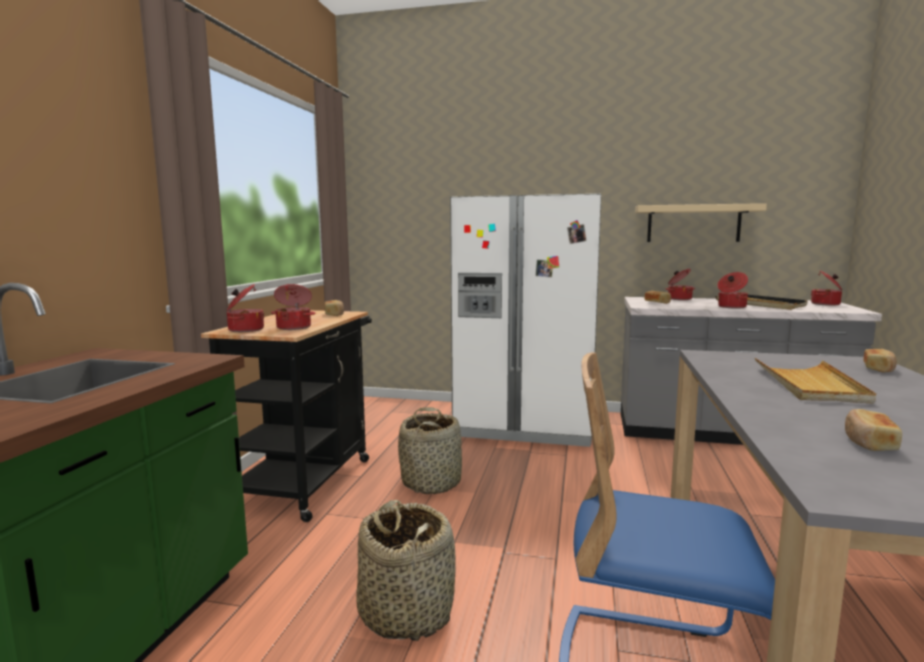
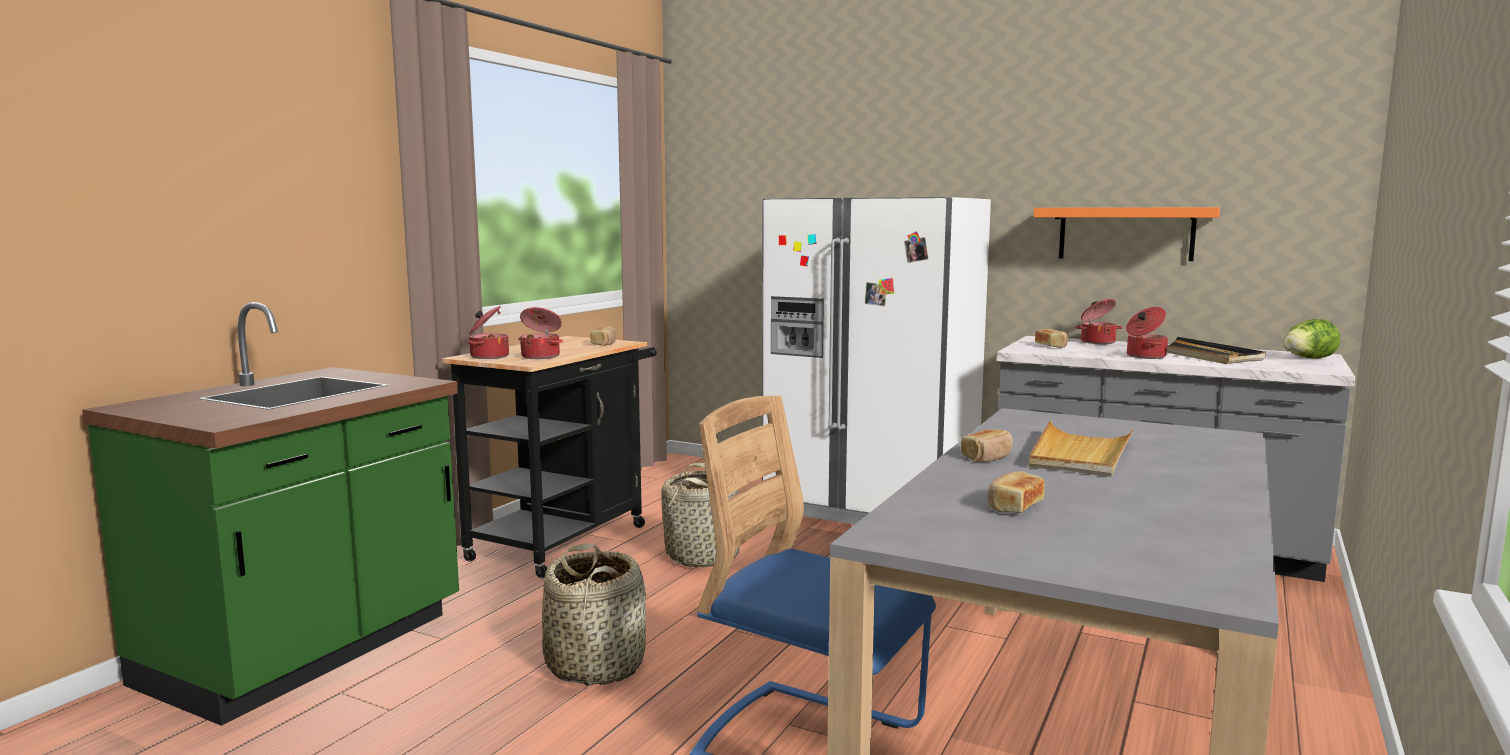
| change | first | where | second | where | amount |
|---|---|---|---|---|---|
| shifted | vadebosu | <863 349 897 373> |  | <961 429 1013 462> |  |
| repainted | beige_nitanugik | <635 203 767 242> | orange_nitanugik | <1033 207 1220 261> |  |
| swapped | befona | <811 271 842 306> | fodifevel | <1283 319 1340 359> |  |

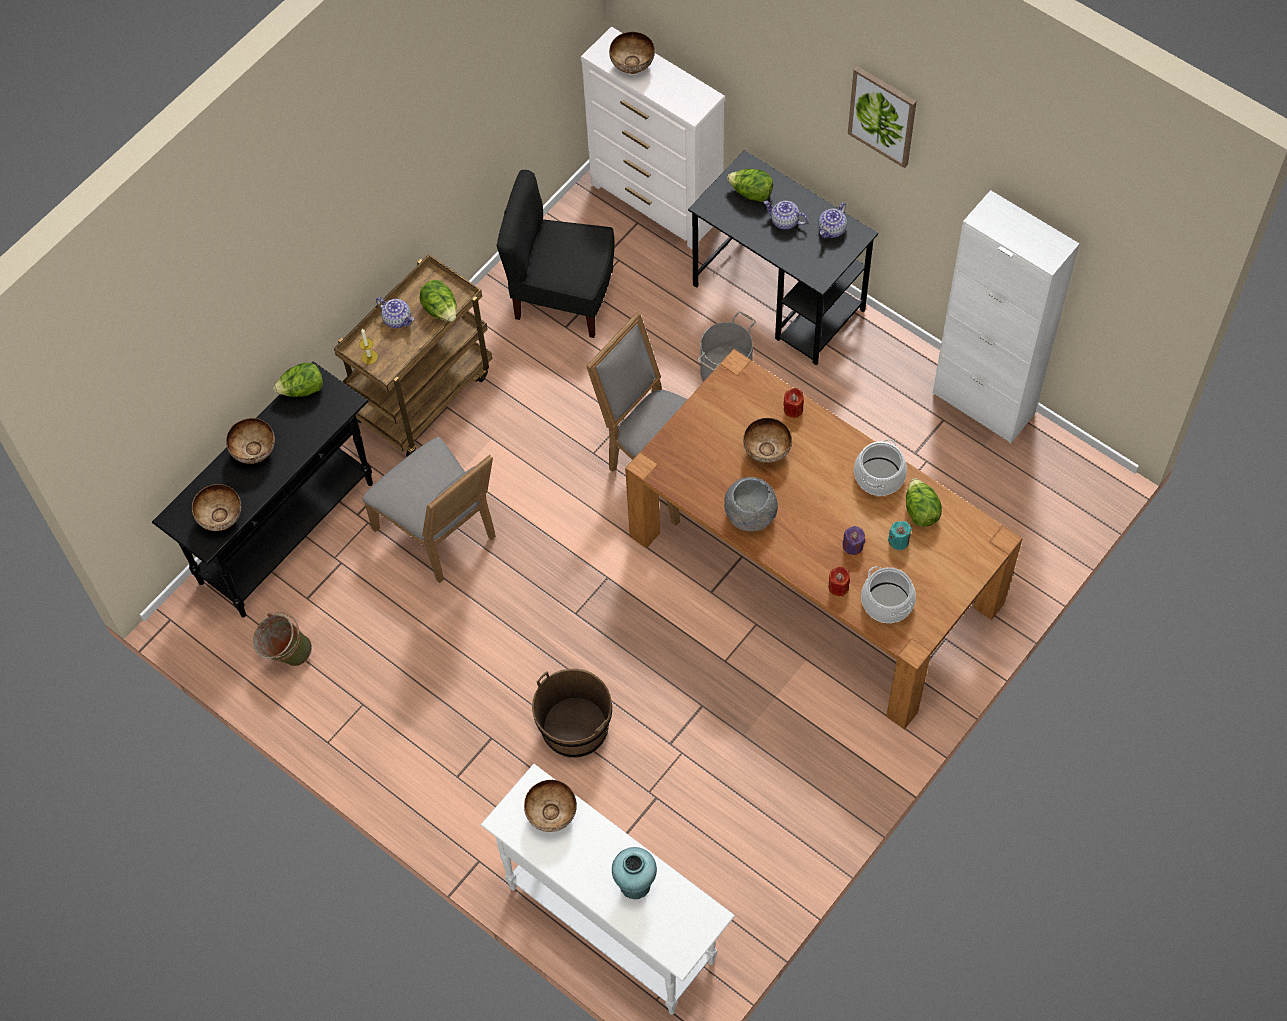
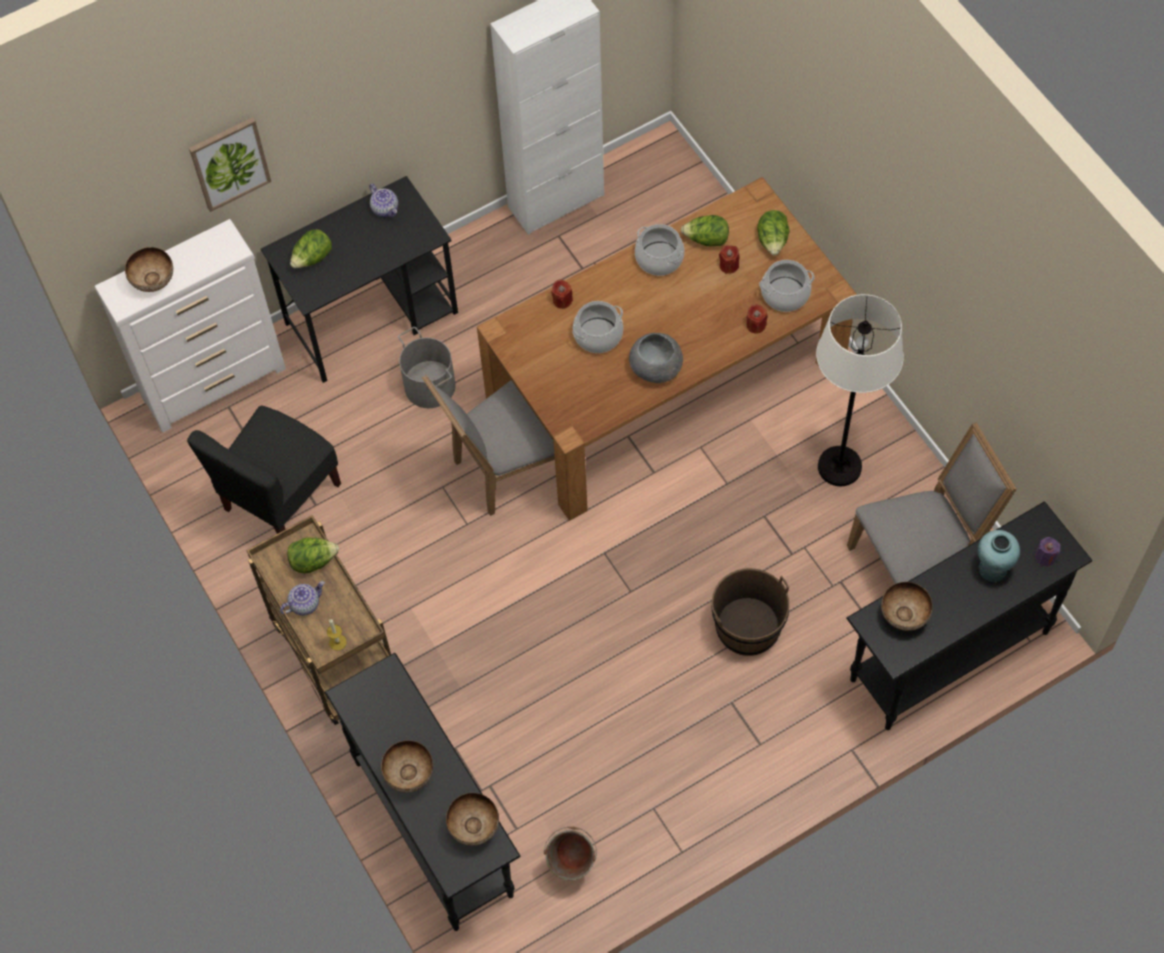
| change | first | where | second | where | amount |
|---|---|---|---|---|---|
| shifted | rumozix | <848 66 917 168> |  | <189 117 271 212> |  |
| swapped | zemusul | <743 418 792 463> | befona | <572 301 623 353> |  |
| repainted | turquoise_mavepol | <888 521 912 551> | red_mavepol | <719 245 739 274> |  |
| shifted | fodifevel | <273 363 323 397> |  | <757 210 790 255> |  |
| new |  |  | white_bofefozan | <816 294 904 486> |  |
| repainted | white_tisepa | <481 764 735 1015> | black_tisepa | <846 501 1092 730> |  |
| shifted | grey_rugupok | <362 437 496 583> |  | <847 422 1017 584> |  |
| shifted | purple_mavepol | <843 526 865 555> |  | <1035 537 1061 566> |  |
| gone | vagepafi | <763 201 808 230> |  |  |  |

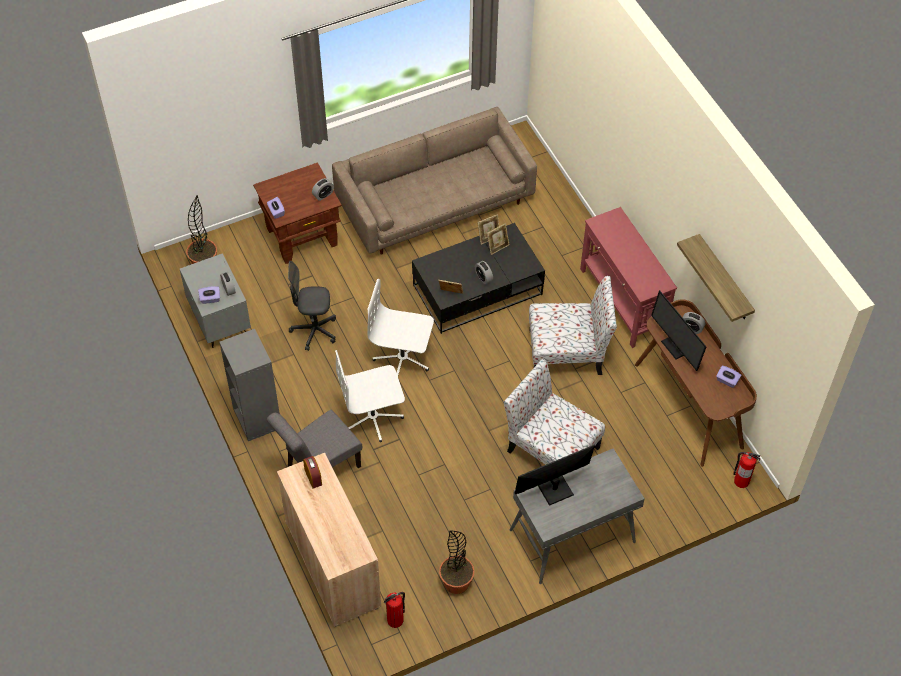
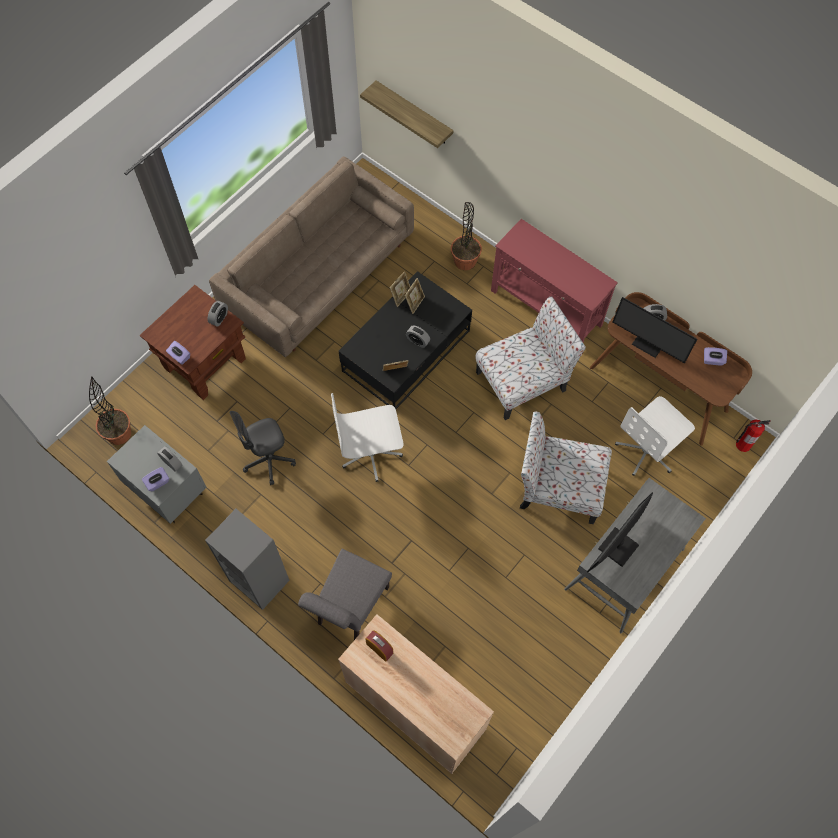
| change | first | where | second | where | amount |
|---|---|---|---|---|---|
| shifted | nitanugik | <677 234 755 322> |  | <360 80 454 148> |  |
| shifted | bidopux | <439 530 475 594> |  | <451 202 482 270> |  |
| shifted | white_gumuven | <335 350 405 442> |  | <615 396 695 476> |  |
| gone | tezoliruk | <384 592 405 628> |  |  |  |

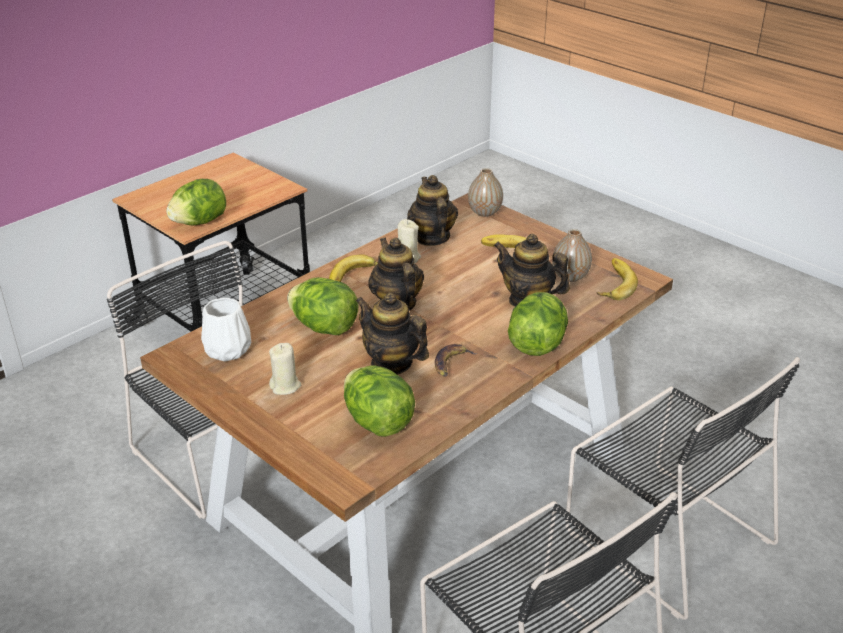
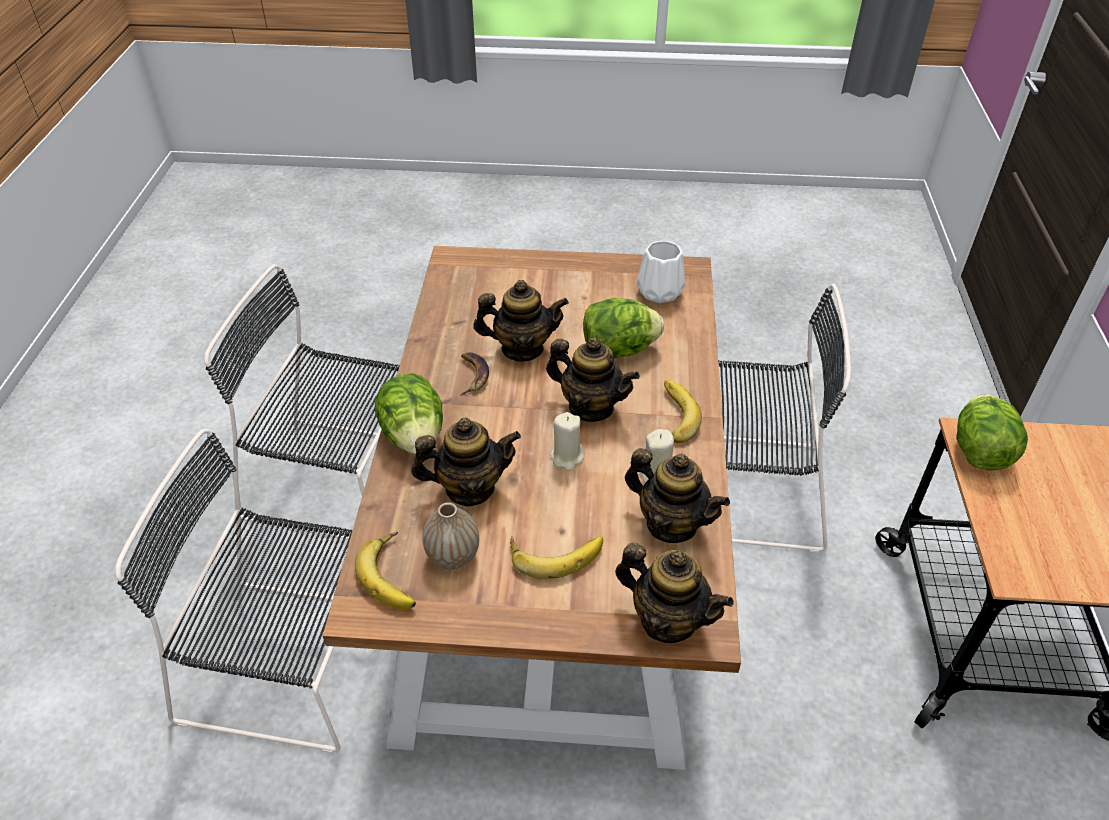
| change | first | where | second | where | amount |
|---|---|---|---|---|---|
| shifted | beige_mavepol | <269 343 301 395> |  | <551 412 584 470> |  |
| swapped | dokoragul | <468 168 503 217> | vagepafi | <615 543 734 643> |  |
| gone | fodifevel | <344 365 415 437> |  |  |  |

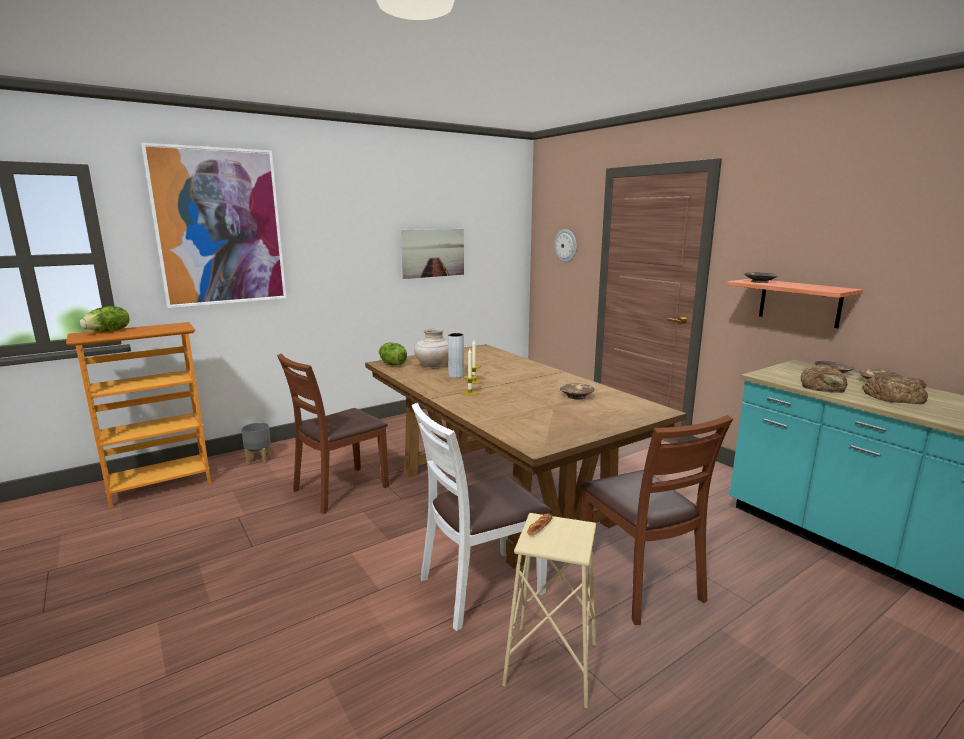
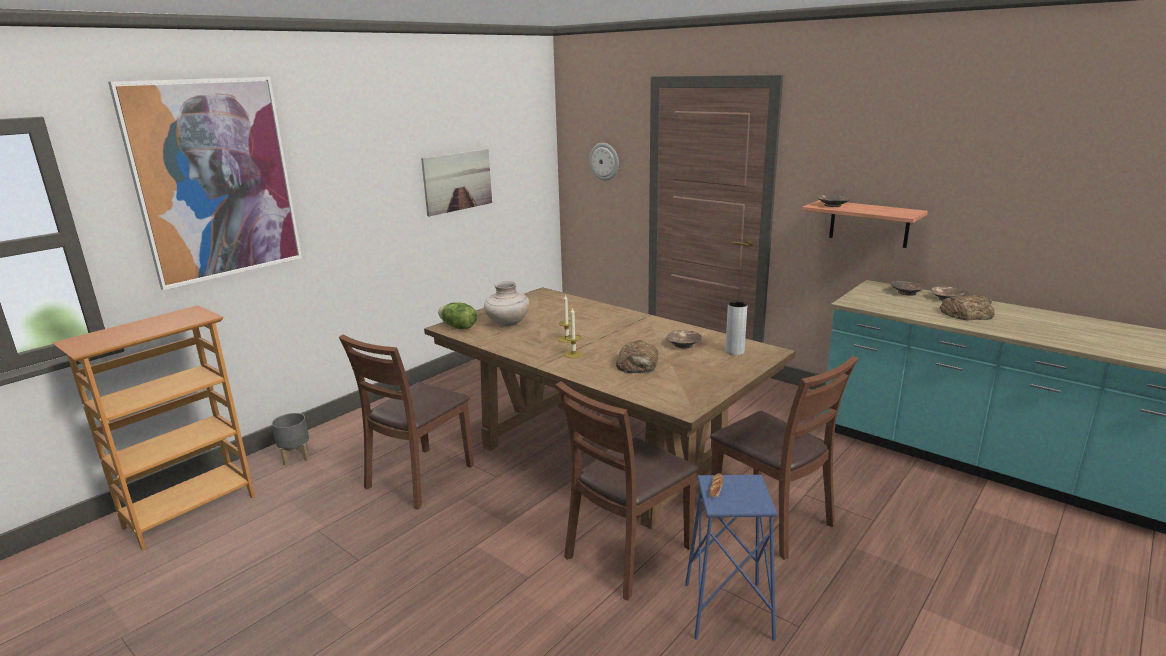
| change | first | where | second | where | amount |
|---|---|---|---|---|---|
| repainted | white_rugupok | <412 403 552 631> | brown_rugupok | <556 381 699 600> |  |
| shifted | vadebosu | <801 364 847 393> |  | <616 340 658 373> |  |
| repainted | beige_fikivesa | <502 513 596 708> | blue_fikivesa | <685 475 777 641> |  |
| shifted | grey_dokoragul | <448 333 464 378> |  | <725 301 747 355> |  |
| gone | fodifevel | <80 306 130 332> |  |  |  |

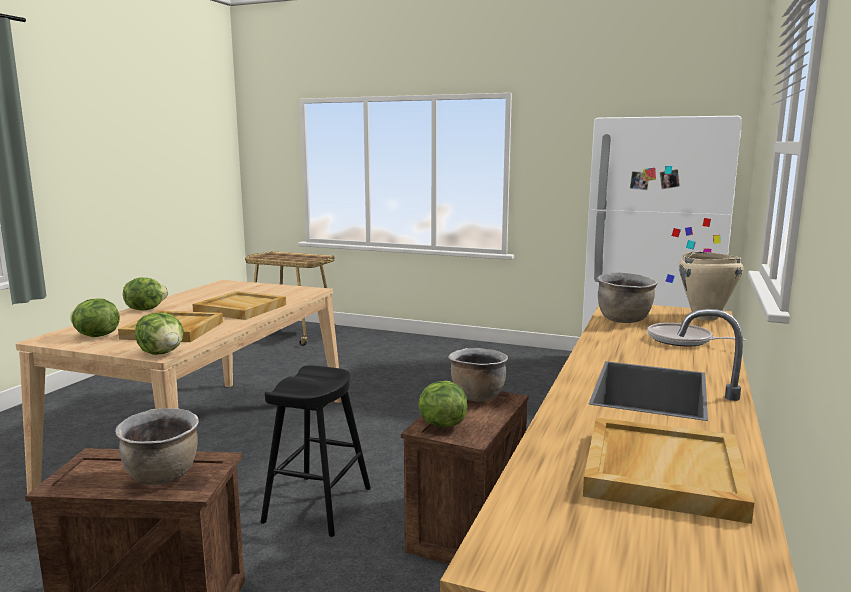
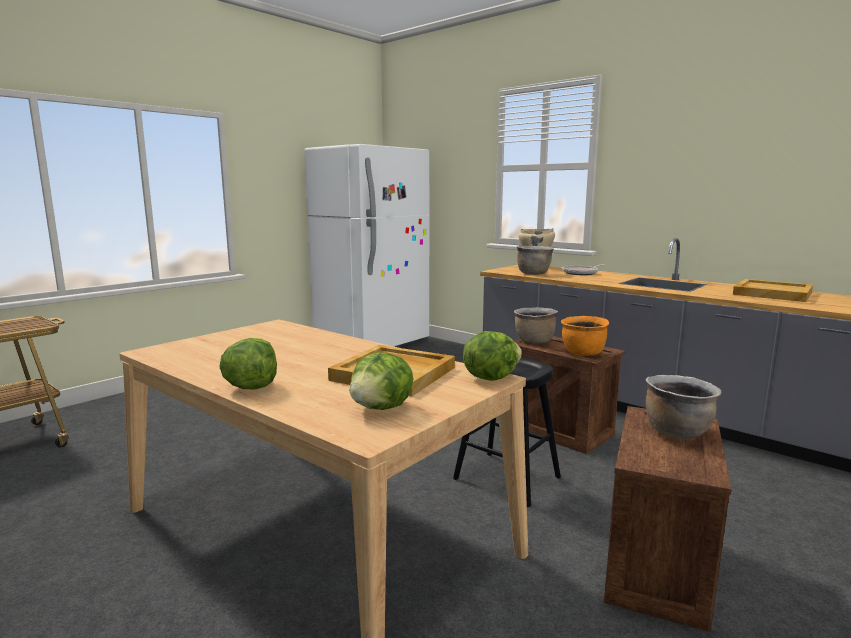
| change | first | where | second | where | amount |
|---|---|---|---|---|---|
| swapped | fodifevel | <418 381 467 427> | orange_befona | <561 316 609 356> |  |
| gone | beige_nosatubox | <193 291 286 320> |  |  |  |

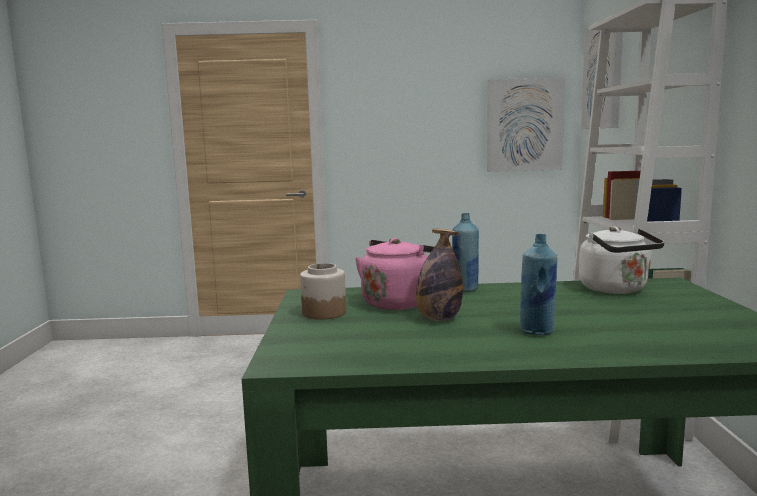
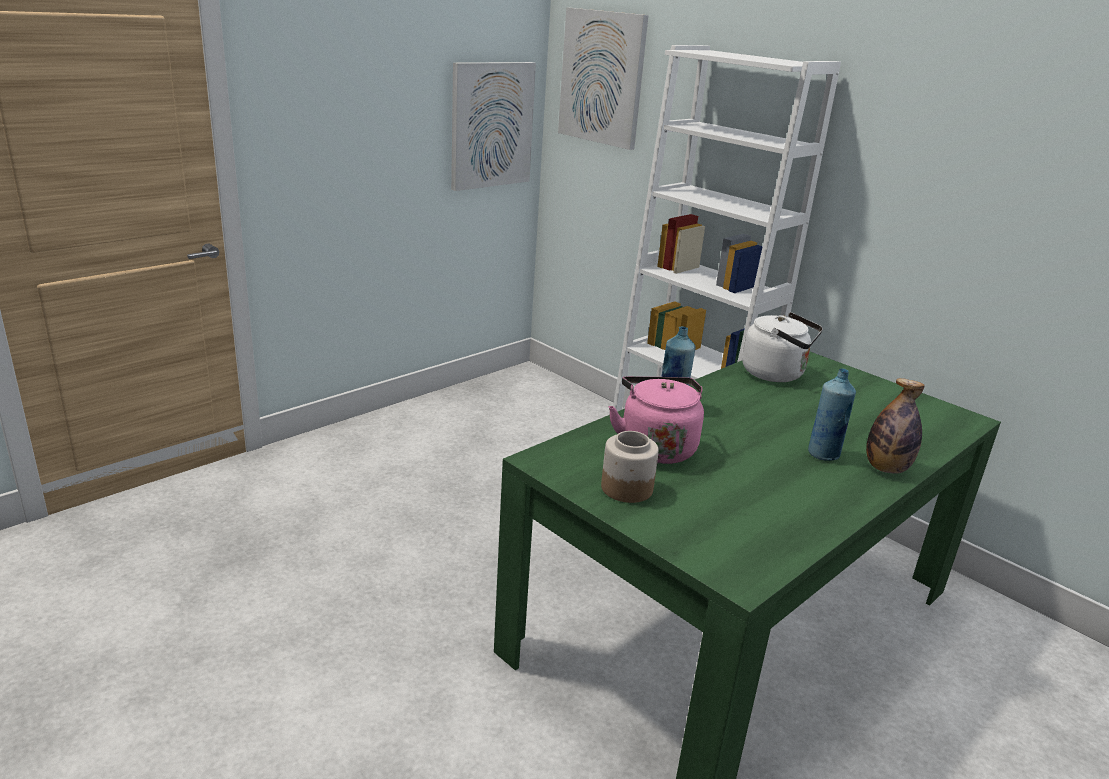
| change | first | where | second | where | amount |
|---|---|---|---|---|---|
| shifted | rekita | <416 229 463 321> |  | <866 378 925 474> |  |

